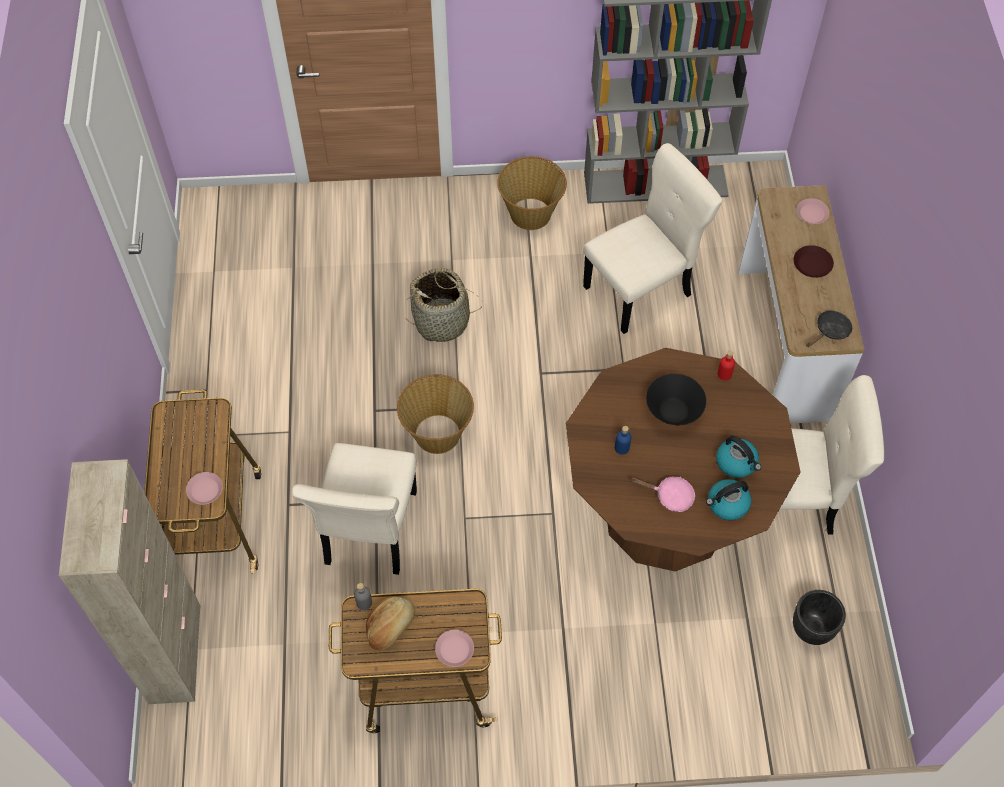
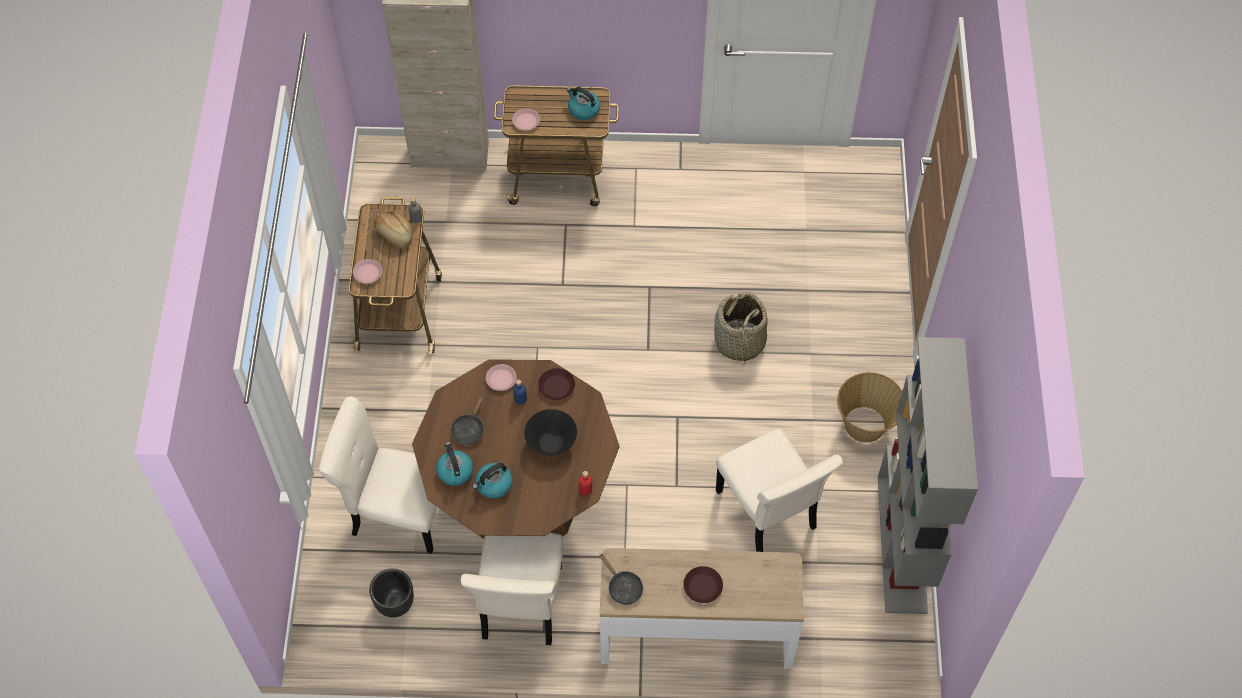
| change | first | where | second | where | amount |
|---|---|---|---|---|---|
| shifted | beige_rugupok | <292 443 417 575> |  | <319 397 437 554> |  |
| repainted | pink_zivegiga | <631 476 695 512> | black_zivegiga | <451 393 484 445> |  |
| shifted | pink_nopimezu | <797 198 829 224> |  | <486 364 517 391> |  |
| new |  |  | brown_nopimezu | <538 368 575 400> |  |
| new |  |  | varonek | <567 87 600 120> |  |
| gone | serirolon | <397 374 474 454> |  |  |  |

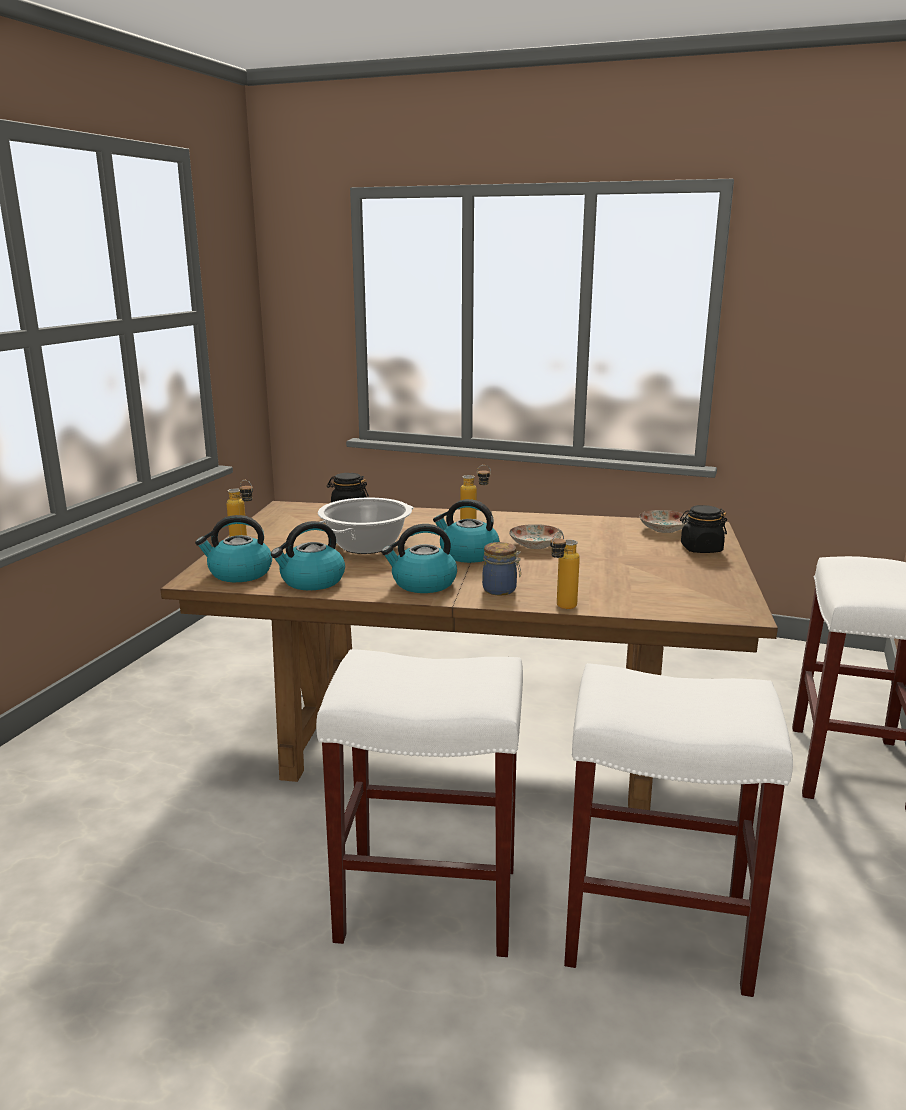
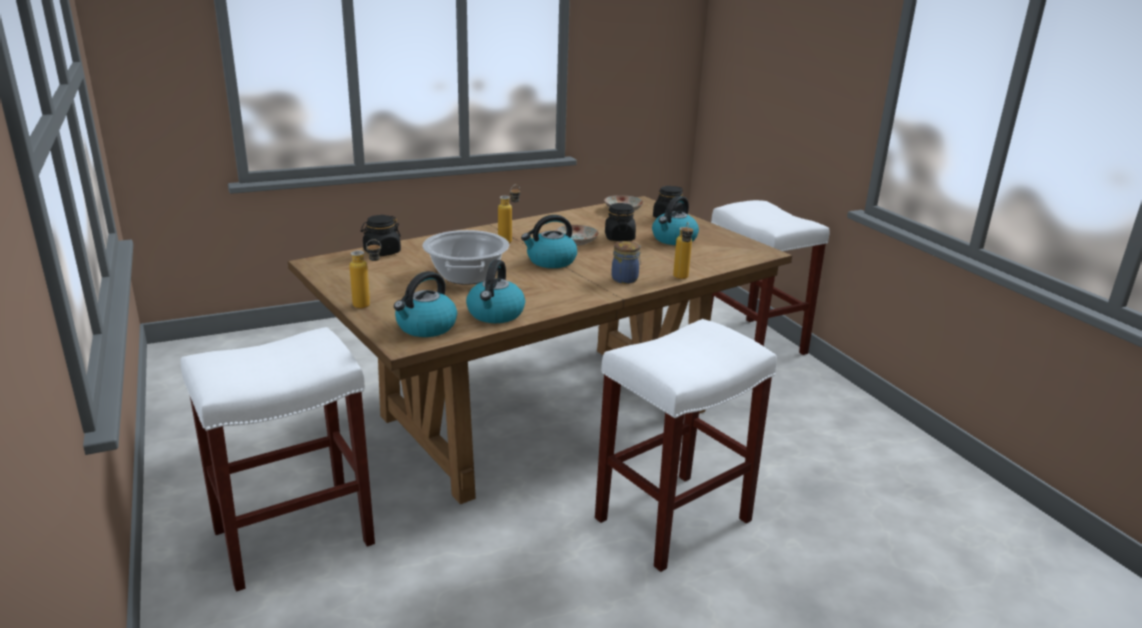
| change | first | where | second | where | amount |
|---|---|---|---|---|---|
| shifted | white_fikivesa | <564 663 793 997> |  | <181 327 375 592> |  |
| new |  |  | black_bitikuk | <605 203 636 241> |  |
| shifted | varonek | <381 524 457 593> |  | <652 196 699 245> |  |

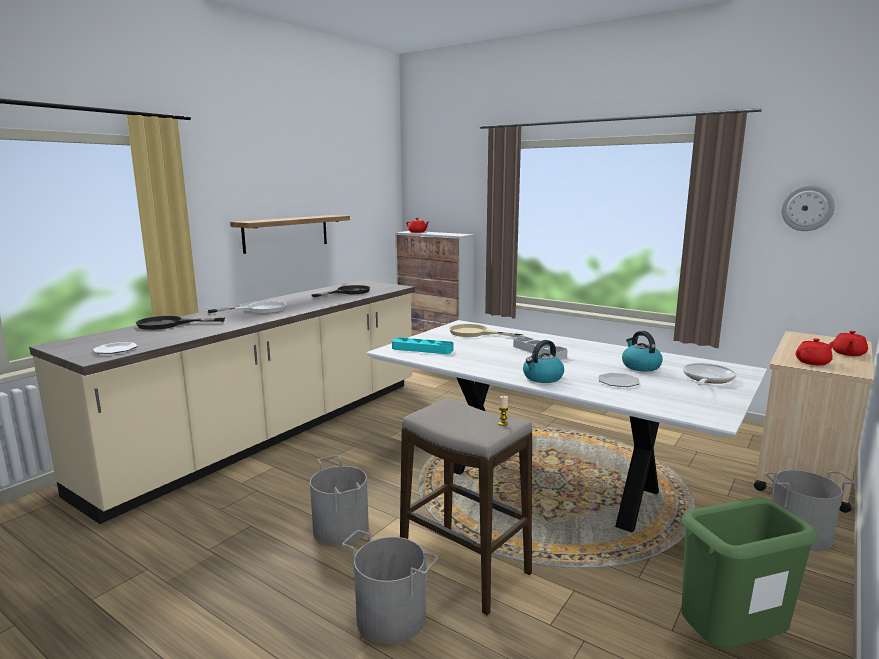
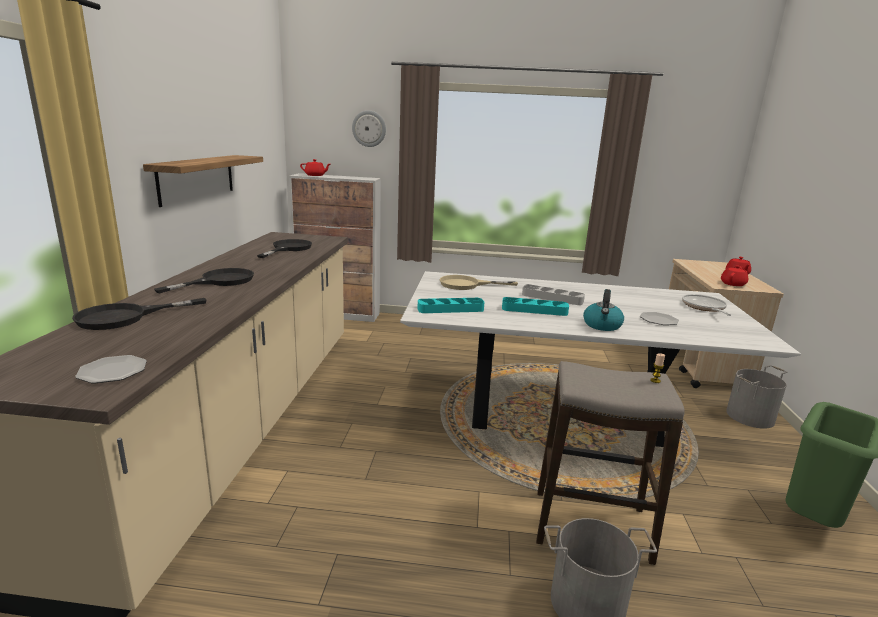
| change | first | where | second | where | amount |
|---|---|---|---|---|---|
| repainted | white_zivegiga | <207 301 286 313> | black_zivegiga | <154 268 254 294> |  |
| shifted | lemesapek | <781 185 835 231> |  | <352 110 386 147> |  |
| new |  |  | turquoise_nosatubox | <502 297 569 316> |  |
| gone | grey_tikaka | <310 455 369 545> |  |  |  |
| gone | varonek | <622 331 663 371> |  |  |  |

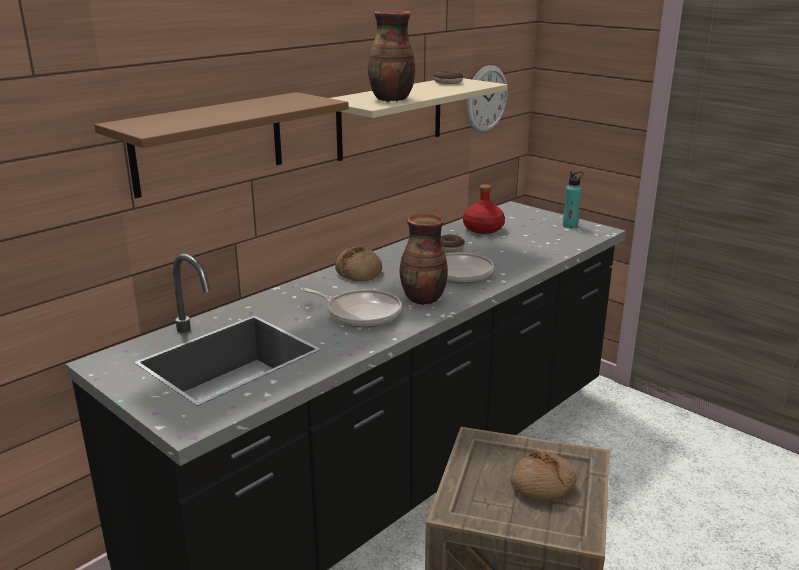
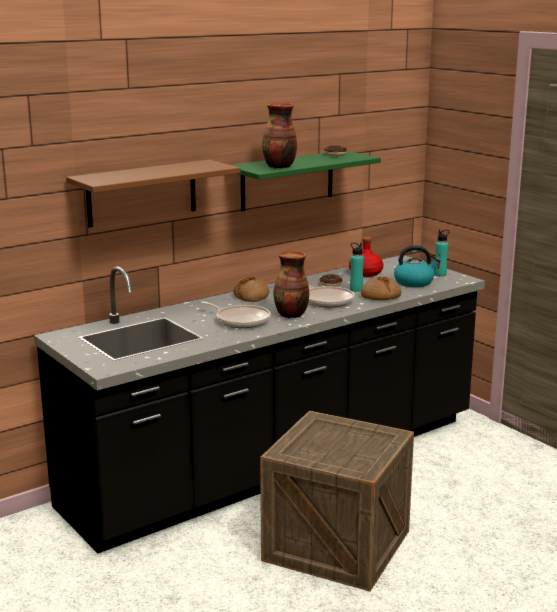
| change | first | where | second | where | amount |
|---|---|---|---|---|---|
| repainted | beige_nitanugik | <331 78 508 161> | green_nitanugik | <232 151 381 211> |  |
| new |  |  | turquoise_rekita | <350 243 364 292> |  |
| shifted | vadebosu | <511 450 576 500> |  | <361 276 401 300> |  |
| new |  |  | varonek | <394 245 441 287> |  |
| gone | lemesapek | <466 65 508 132> |  |  |  |

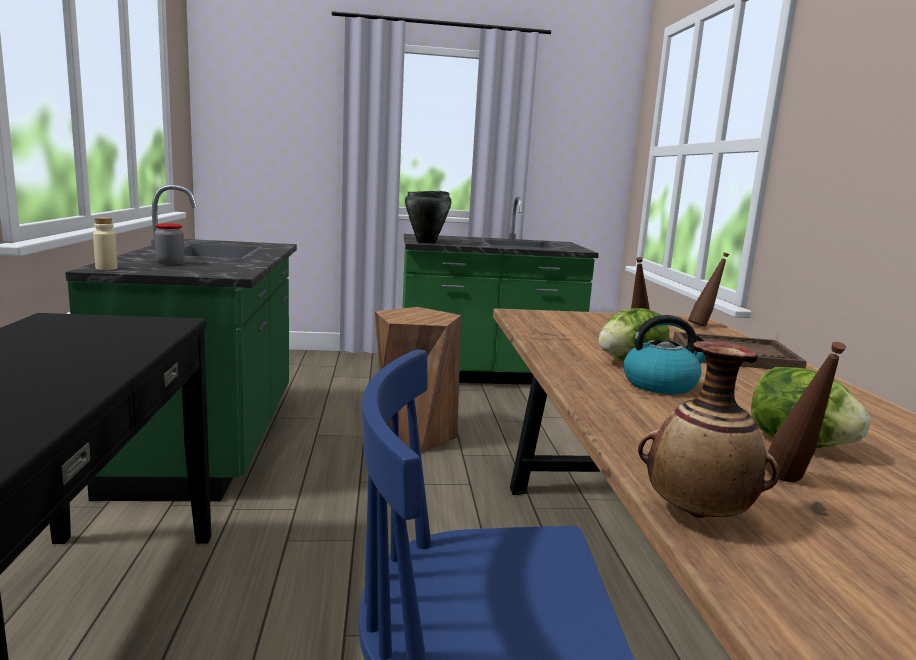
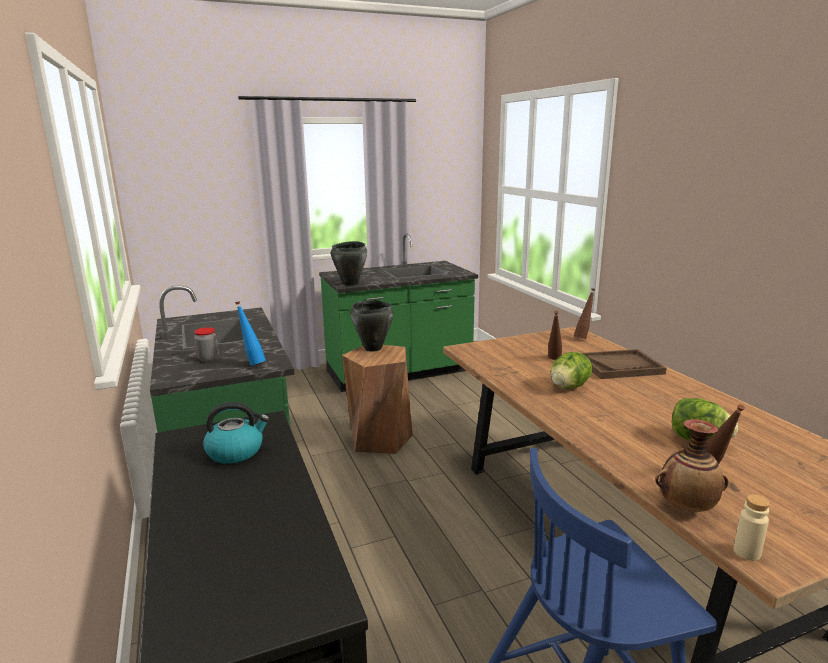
| change | first | where | second | where | amount |
|---|---|---|---|---|---|
| shifted | varonek | <623 315 705 394> |  | <203 402 269 464> |  |
| new |  |  | blue_rekita | <235 301 266 366> |  |
| new |  |  | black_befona | <350 300 394 352> |  |
| shifted | beige_rekita | <93 217 118 270> |  | <734 494 770 561> |  |

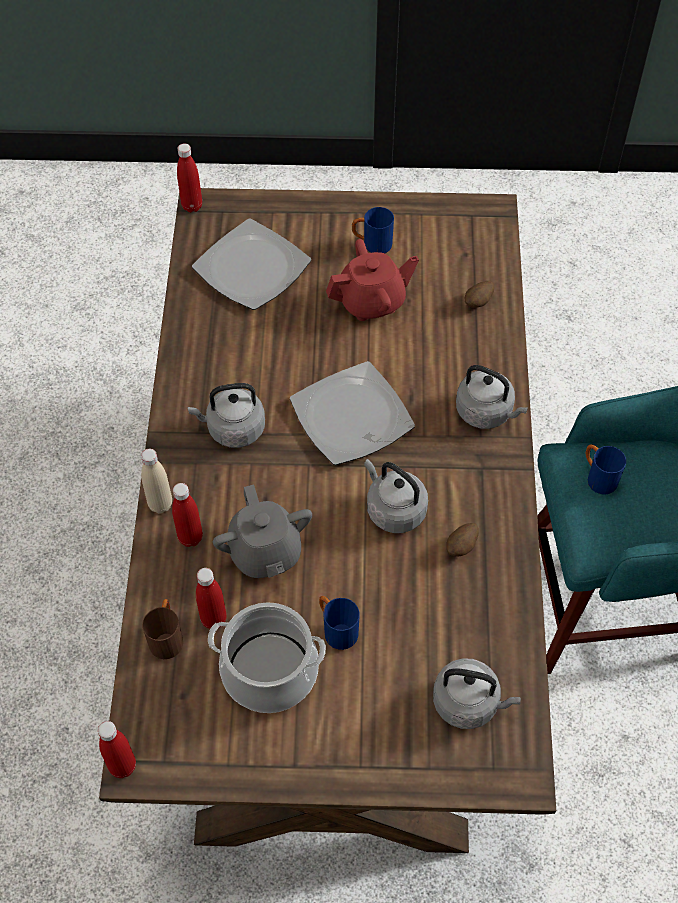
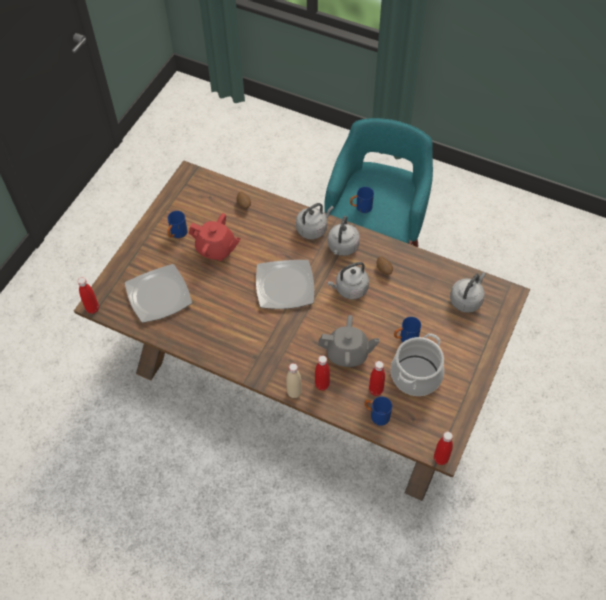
| change | first | where | second | where | amount |
|---|---|---|---|---|---|
| rotated | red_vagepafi | <326 239 419 321> |  | <189 213 241 261> | 105 degrees clockwise |
| shifted | grey_varonek | <188 383 265 448> |  | <328 216 360 256> |  |
| repainted | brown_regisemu | <142 599 183 659> | blue_regisemu | <365 397 392 426> |  |

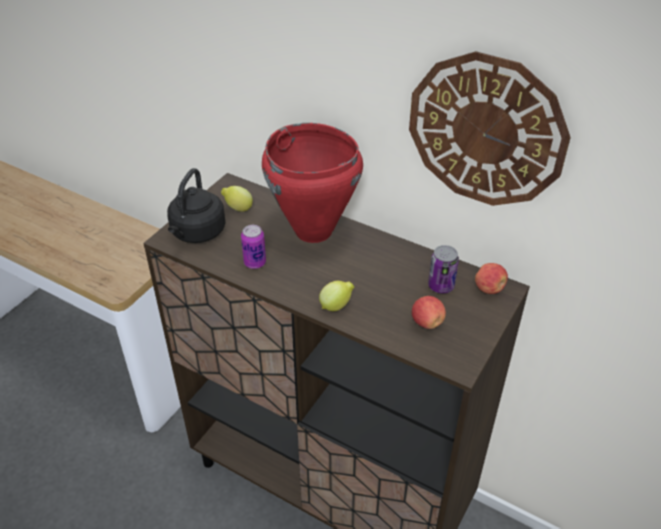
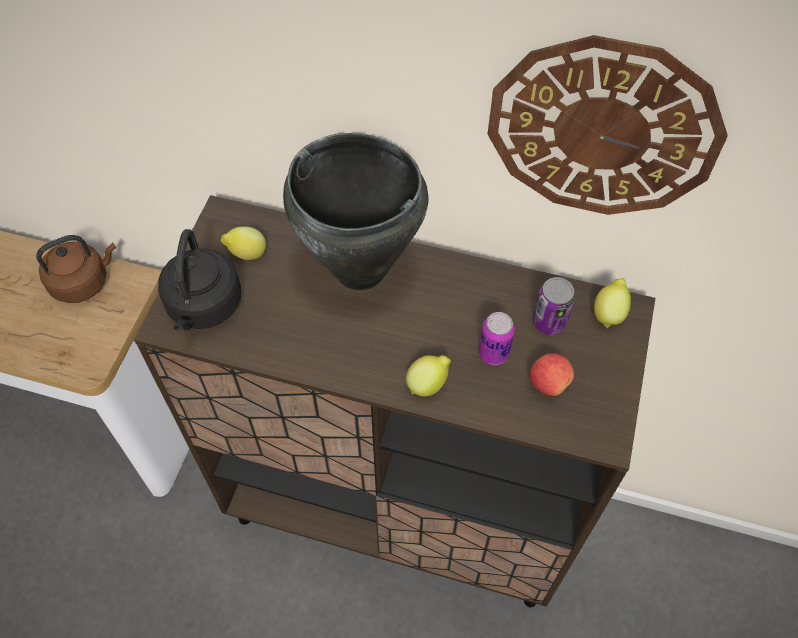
| change | first | where | second | where | amount |
|---|---|---|---|---|---|
| new |  |  | brown_varonek | <36 235 116 303> |  |
| repainted | red_befona | <262 123 363 243> | black_befona | <283 133 428 290> |  |
| shifted | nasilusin | <241 225 266 269> |  | <479 312 515 365> |  |
| swapped | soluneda | <475 263 508 294> | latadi | <594 278 631 328> |  |

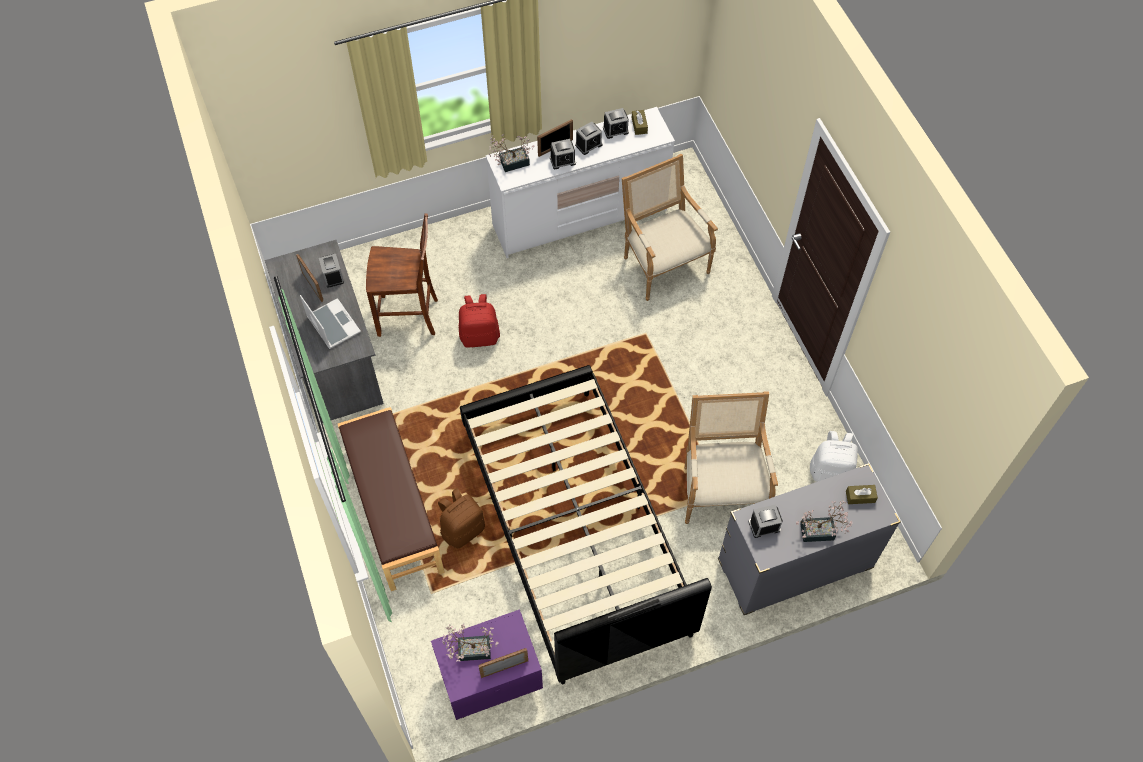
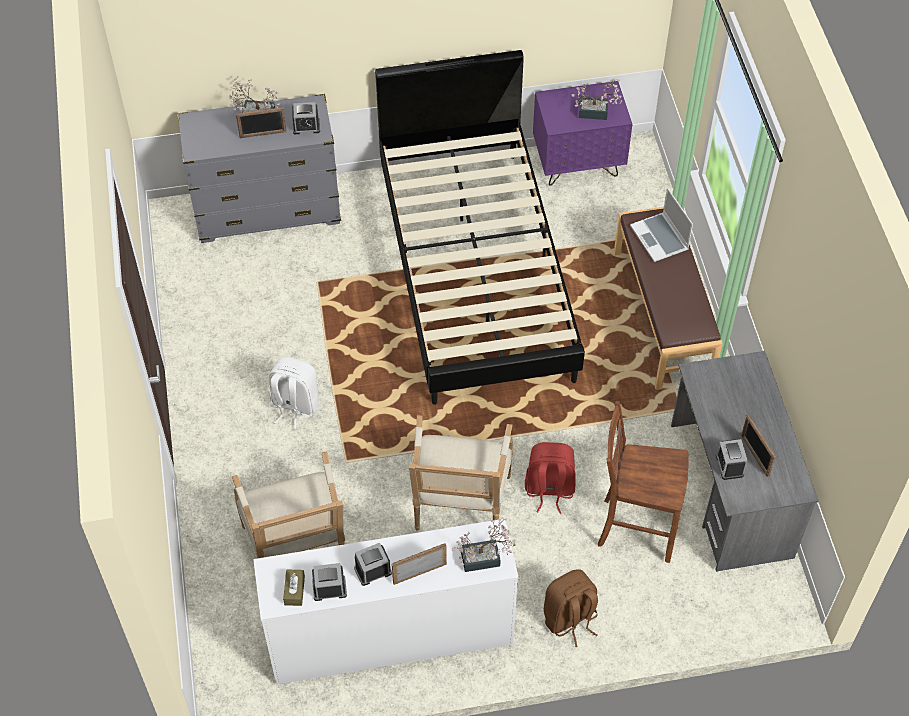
| change | first | where | second | where | amount |
|---|---|---|---|---|---|
| shifted | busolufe | <478 648 528 678> |  | <236 107 286 138> |  |
| shifted | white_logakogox | <810 431 858 482> |  | <269 357 319 429> |  |
| shifted | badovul | <684 391 778 524> |  | <409 415 513 531> |  |
| shifted | brown_logakogox | <438 488 485 548> |  | <544 569 598 647> |  |
| shifted | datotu | <300 295 361 349> |  | <630 188 693 262> |  |
| gone | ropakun | <550 139 576 169> |  |  |  |
| gone | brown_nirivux | <846 485 878 504> |  |  |  |

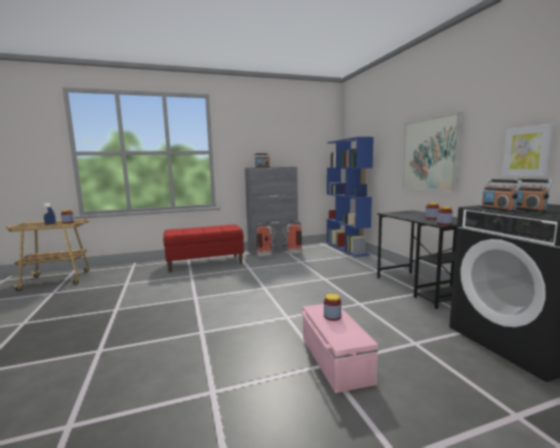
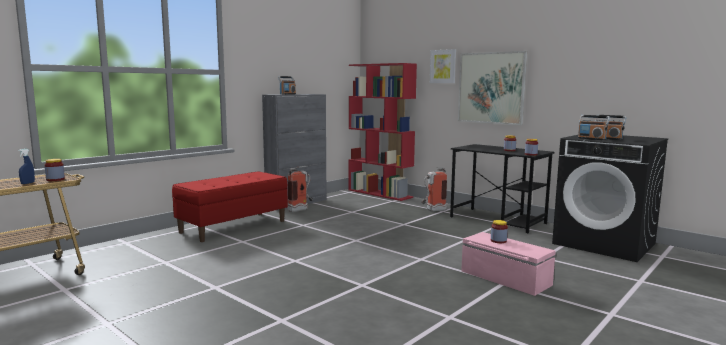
| change | first | where | second | where | amount |
|---|---|---|---|---|---|
| repainted | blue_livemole | <327 137 374 257> | red_livemole | <348 63 417 201> |  |
| shifted | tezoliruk | <282 221 302 254> |  | <421 167 447 212> |  |
| shifted | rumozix | <502 124 554 177> |  | <430 49 456 83> |  |

